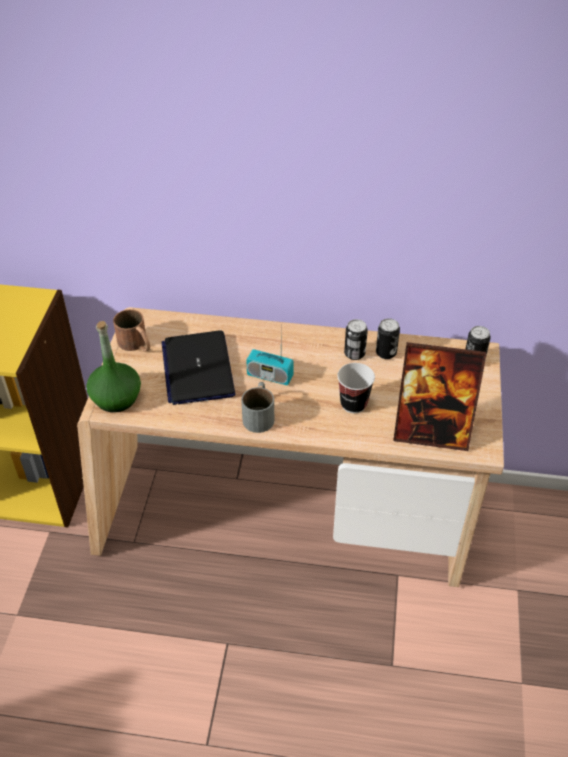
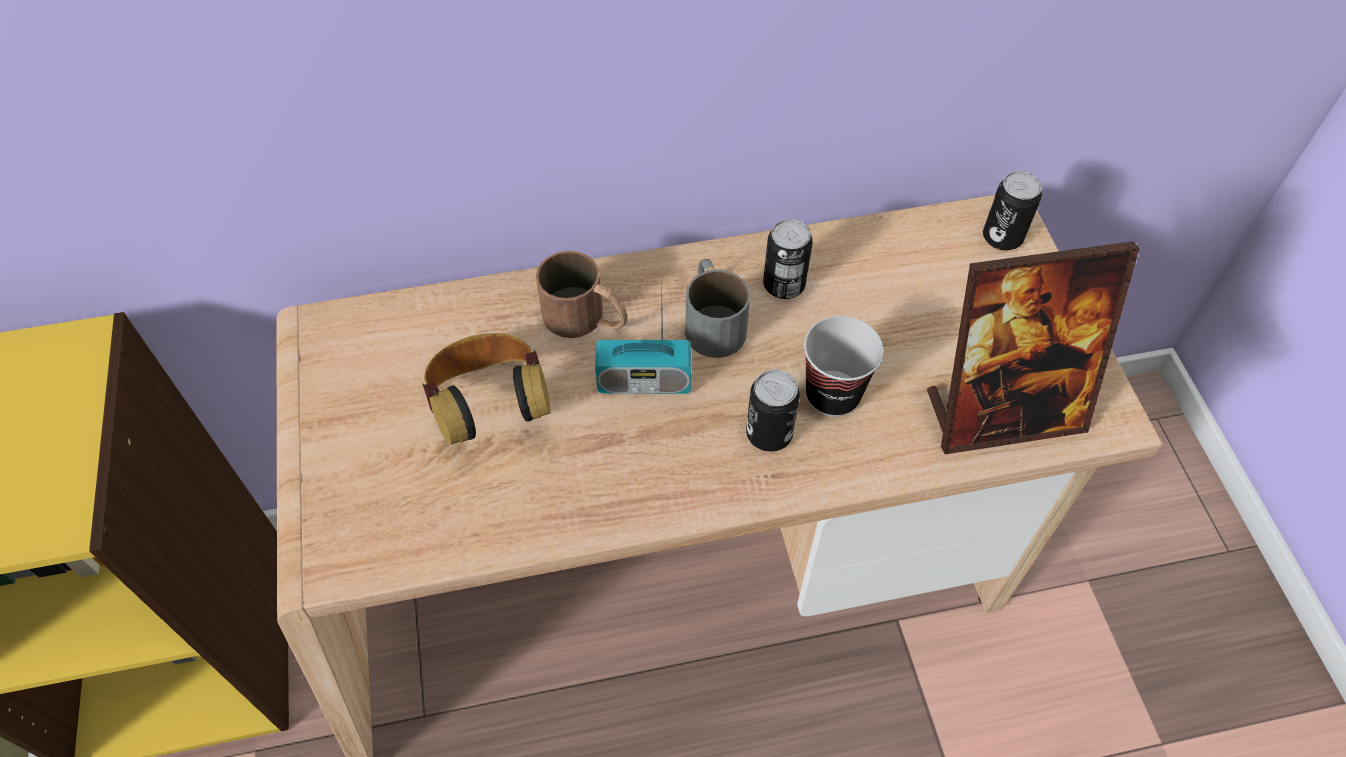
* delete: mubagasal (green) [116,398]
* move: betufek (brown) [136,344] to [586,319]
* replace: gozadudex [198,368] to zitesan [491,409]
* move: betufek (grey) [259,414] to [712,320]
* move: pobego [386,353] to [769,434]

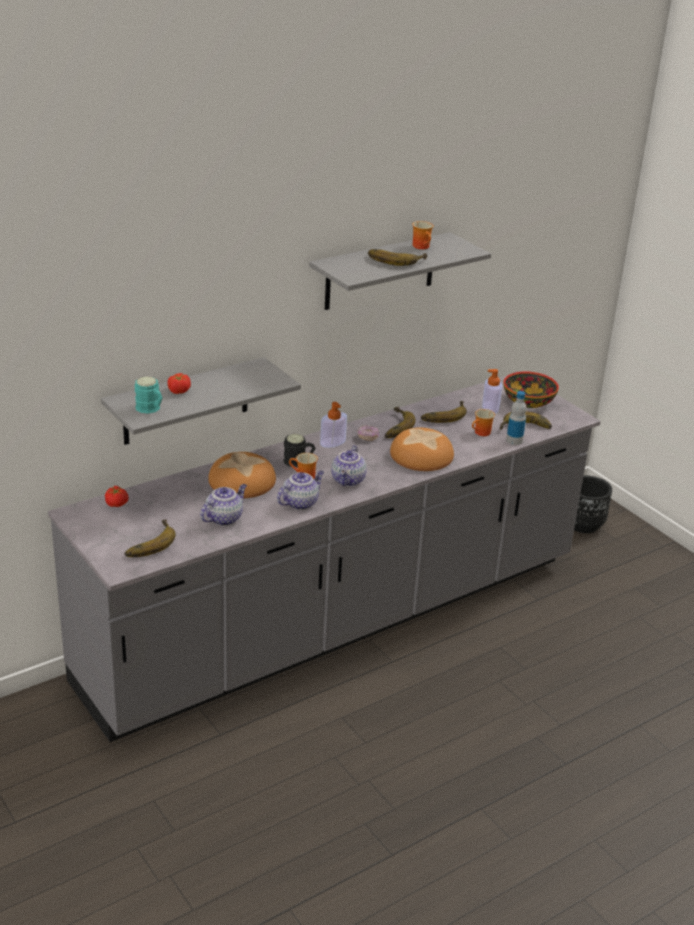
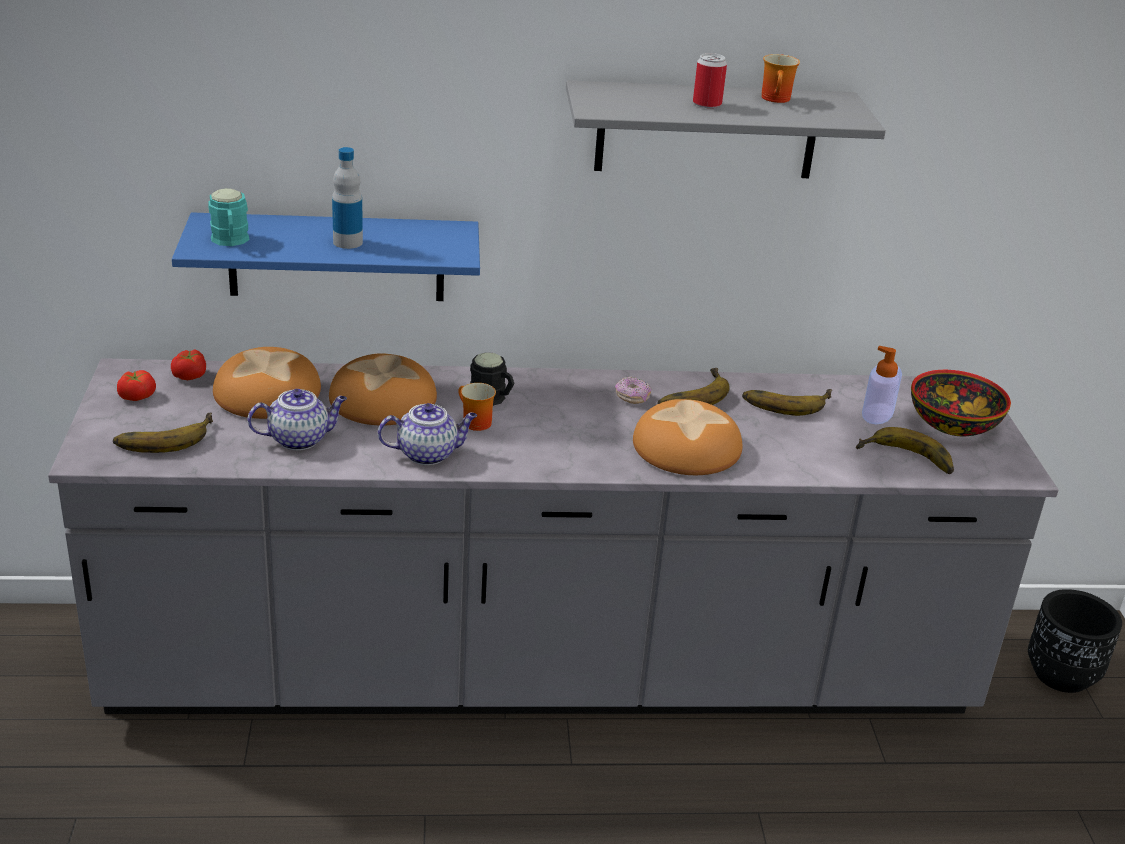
* recolor: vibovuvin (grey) [186,402] to vibovuvin (blue) [336,257]
* move: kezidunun [178,391] to [136,396]
* delete: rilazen [333,442]
* delete: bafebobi [349,481]
* replace: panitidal [396,259] to pobego [707,104]
* delete: betufek [482,433]
* move: mubagasal [514,440] to [348,242]
* insert: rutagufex [267,392]

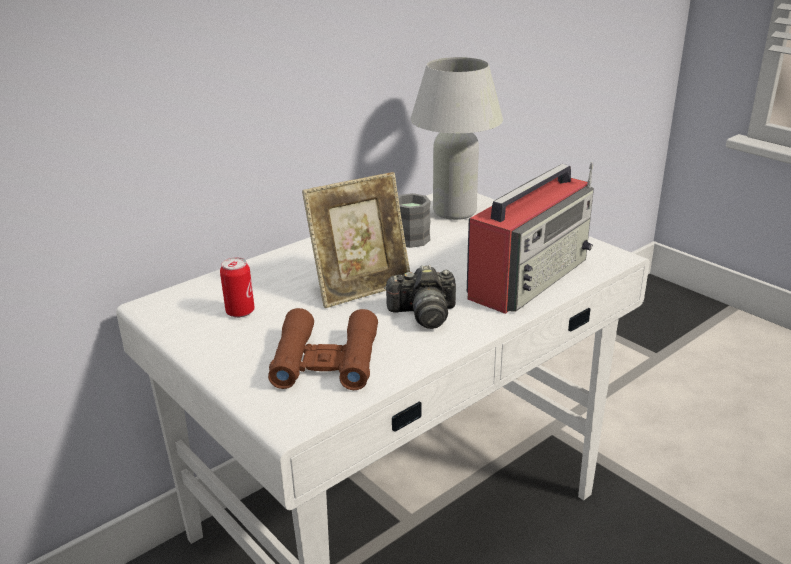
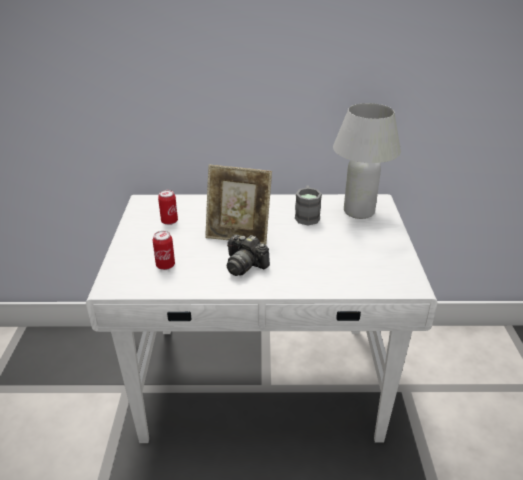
* replace: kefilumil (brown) [325,361] to pobego [165,265]
* delete: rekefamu [529,277]

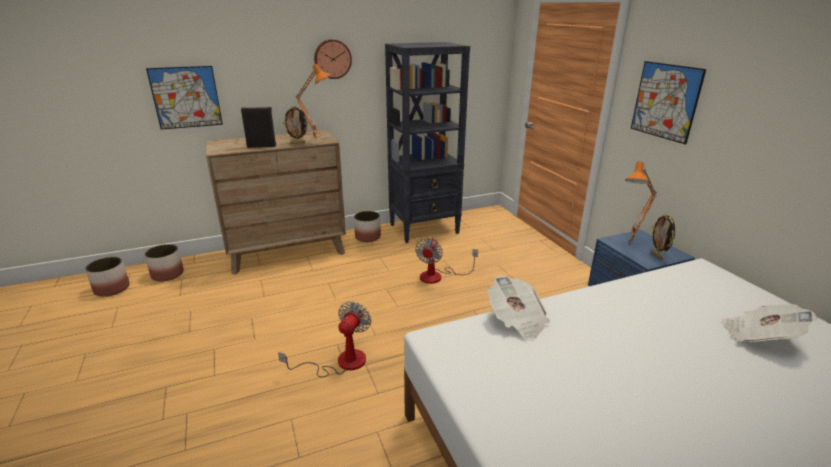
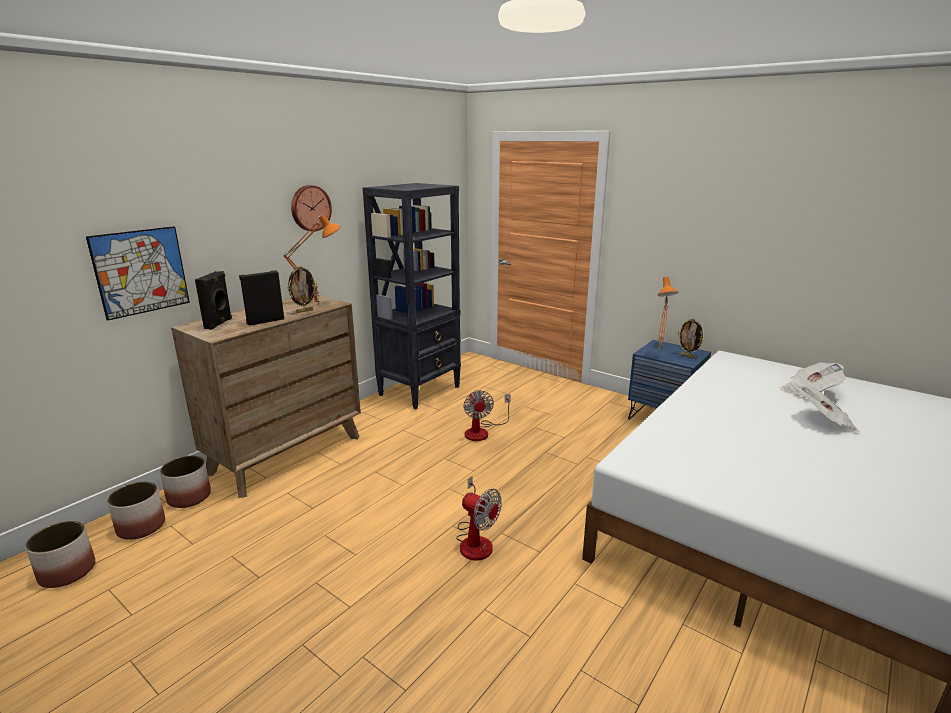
* rotate: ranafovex [340,362] = [475,540] 135 degrees clockwise
* move: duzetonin [368,237] to [190,497]
* move: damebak [517,321] to [826,422]
* delete: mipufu [665,101]
* insert: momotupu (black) [219,323]

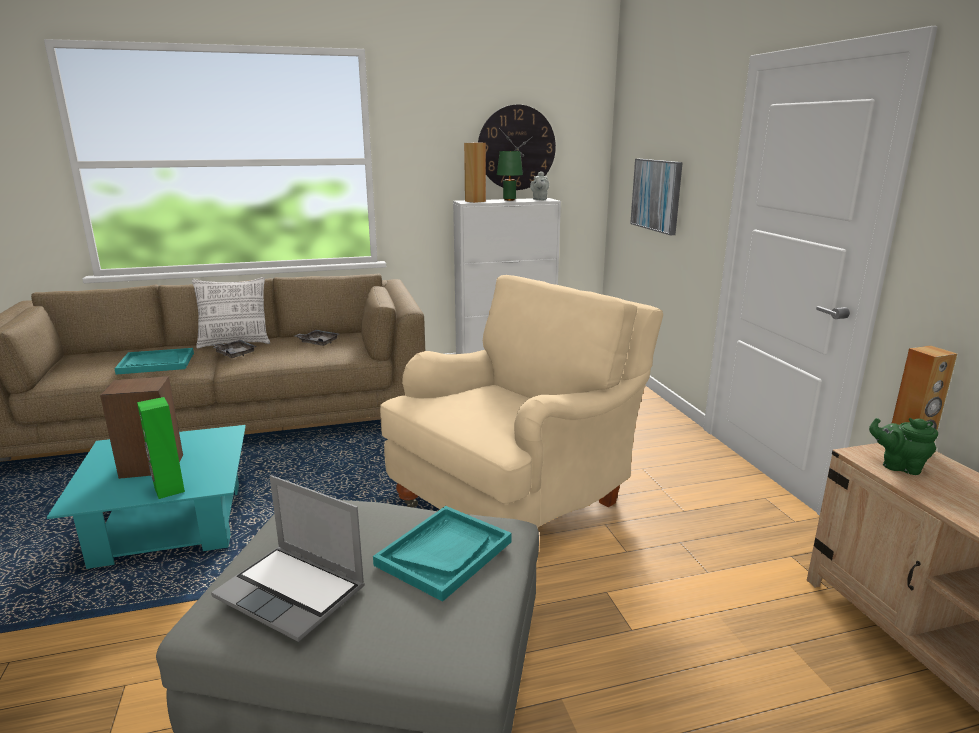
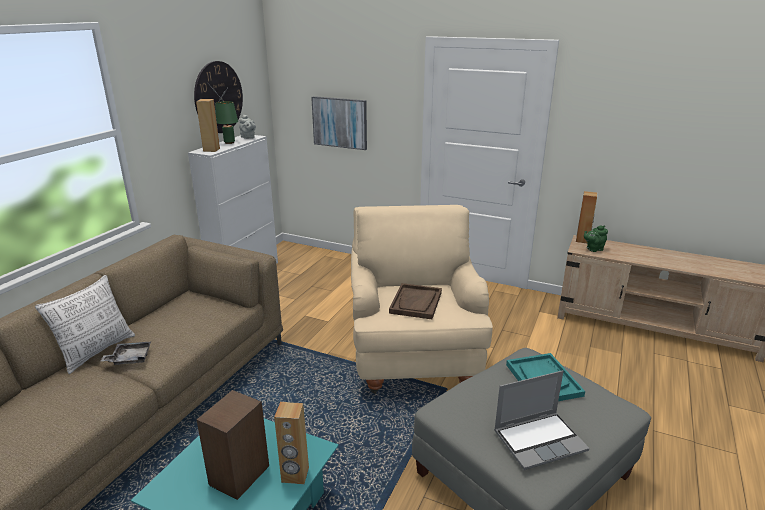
* delete: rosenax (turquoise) [156,363]
* recolor: momotupu (green) [168,489] to momotupu (brown) [295,475]
* delete: rosenax (grey) [318,342]
* insert: rosenax (brown) [416,302]

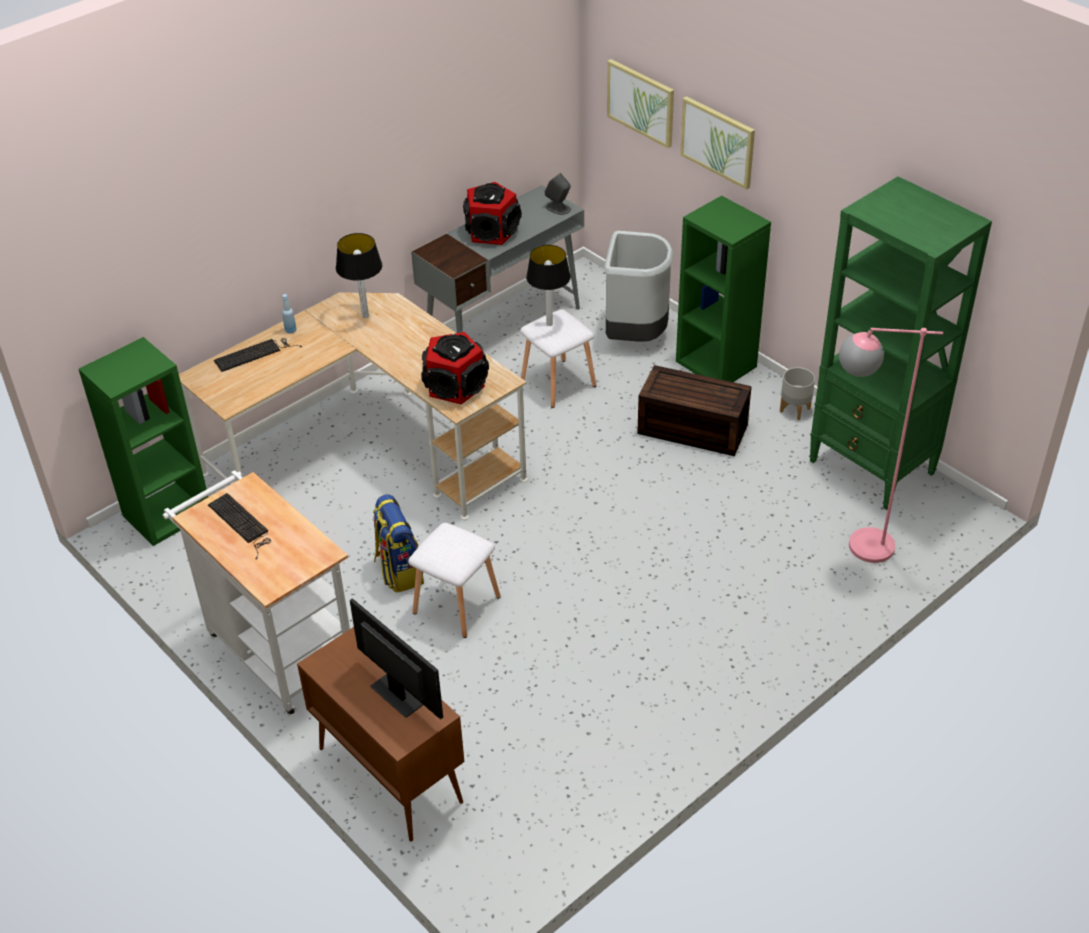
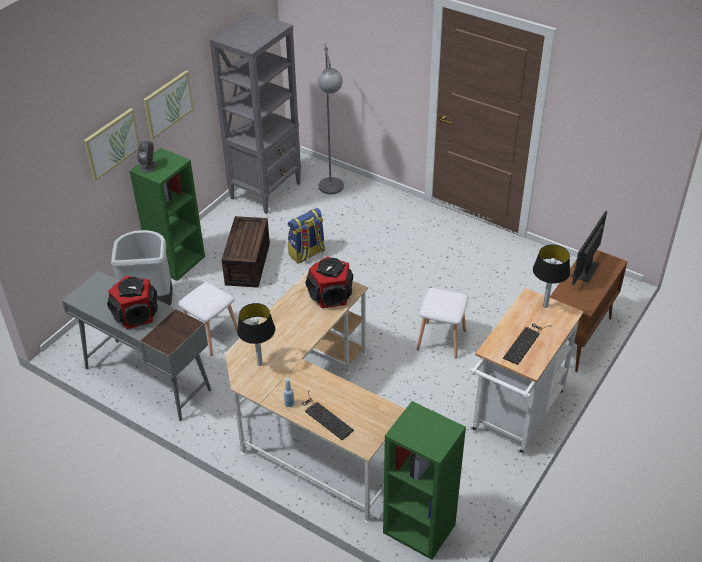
* move: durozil [399,571] to [307,254]
* move: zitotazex [549,323] to [545,306]
* move: momotupu (grey) [558,208] to [148,166]
* move: mipufu [641,102] to [167,104]
* delete: duzetonin (grey) [795,410]
* recolor: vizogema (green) [872,468] to vizogema (grey) [266,190]
* recolor: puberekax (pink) [854,545] to puberekax (grey) [332,192]

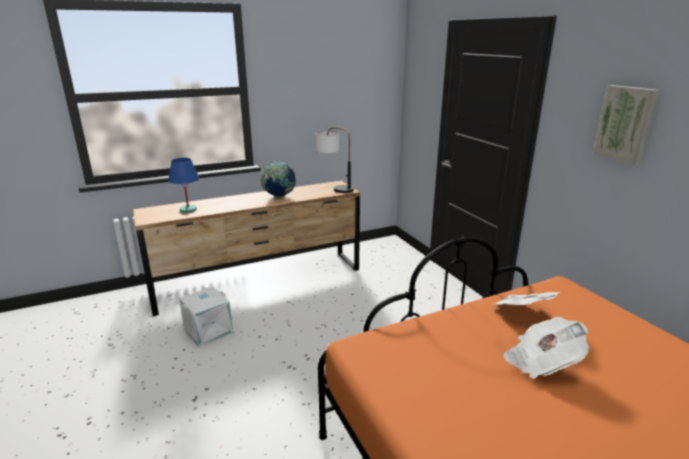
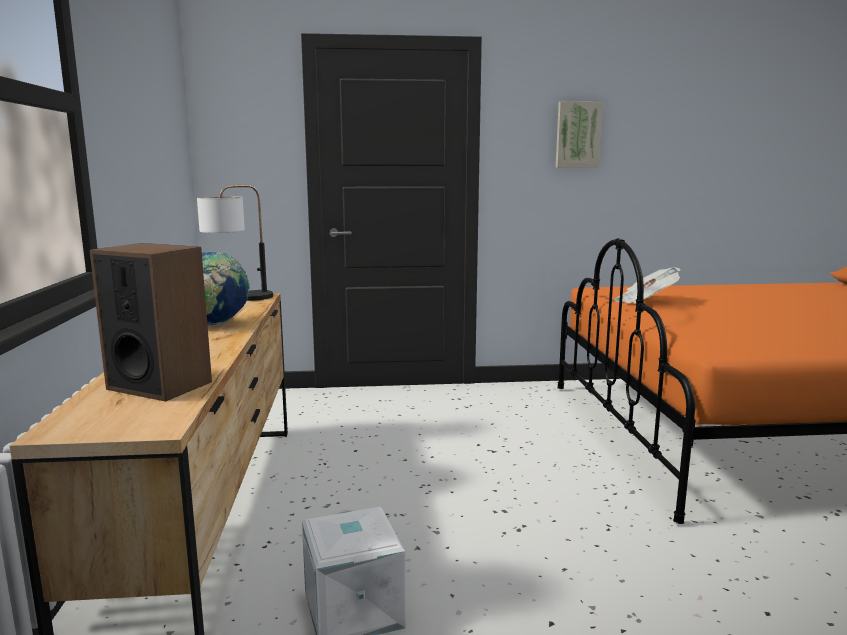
* replace: zitotazex (blue) [188,210] to momotupu [160,385]
* delete: damebak [541,362]

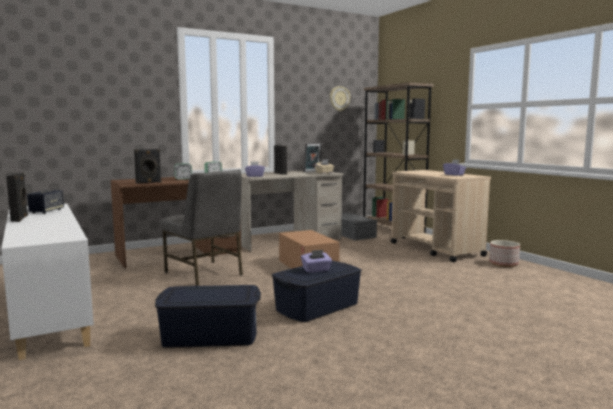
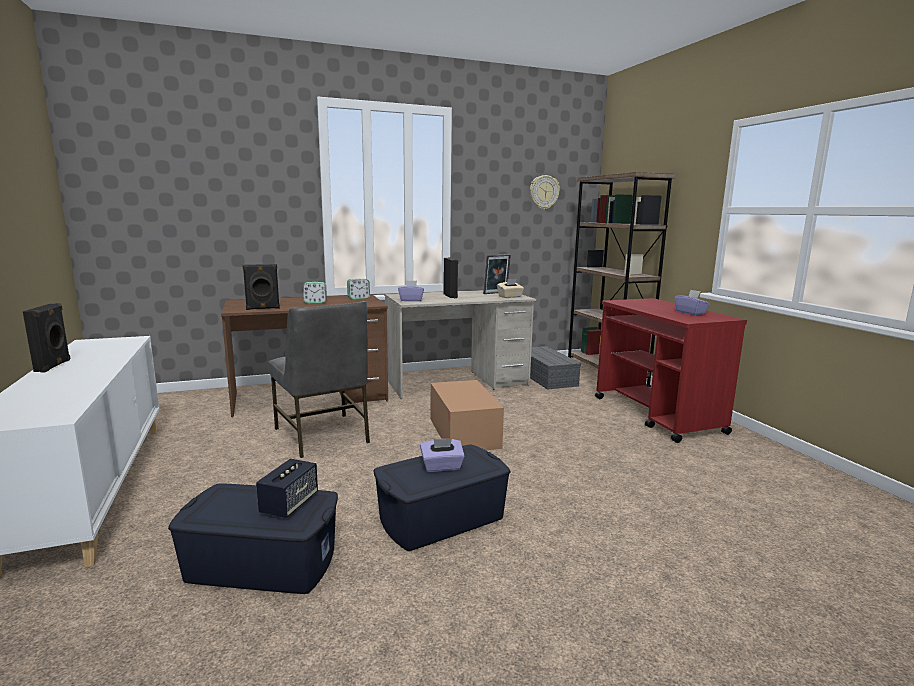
* move: momotupu [46,211] to [289,504]
* recolor: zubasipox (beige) [436,249] to zubasipox (red) [657,415]
* delete: duzetonin [503,264]

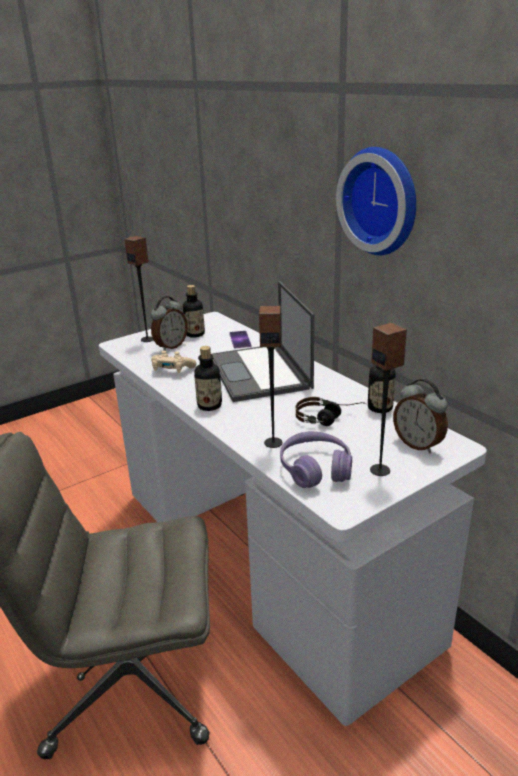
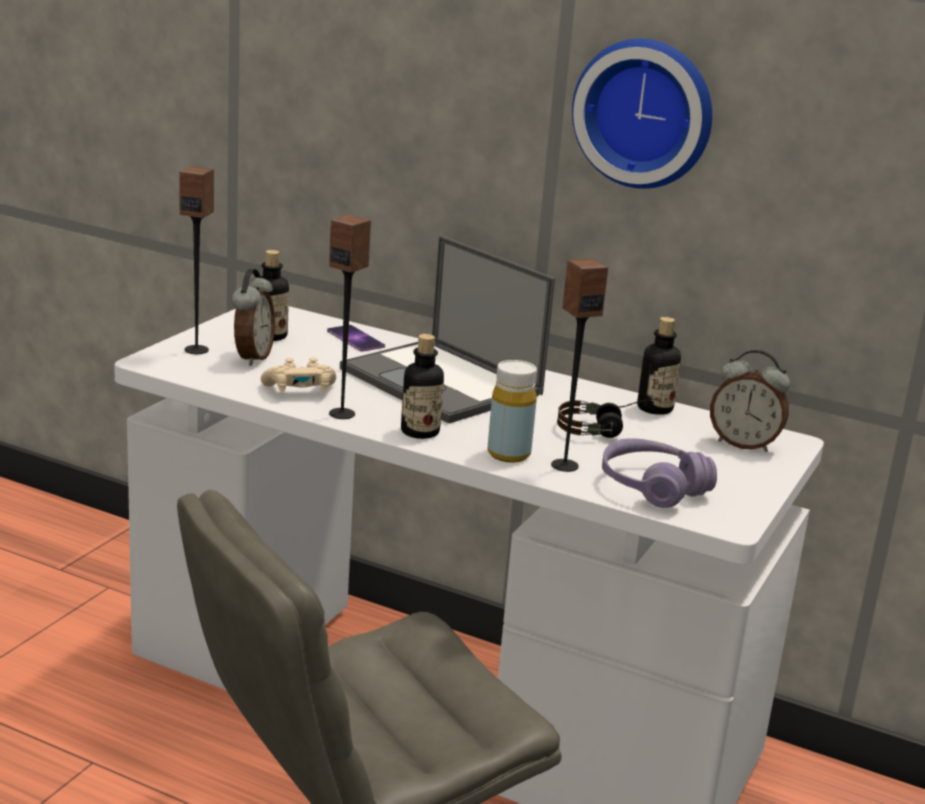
* move: momotupu [380,470] to [342,414]
* insert: mubagasal (yellow) [508,454]

